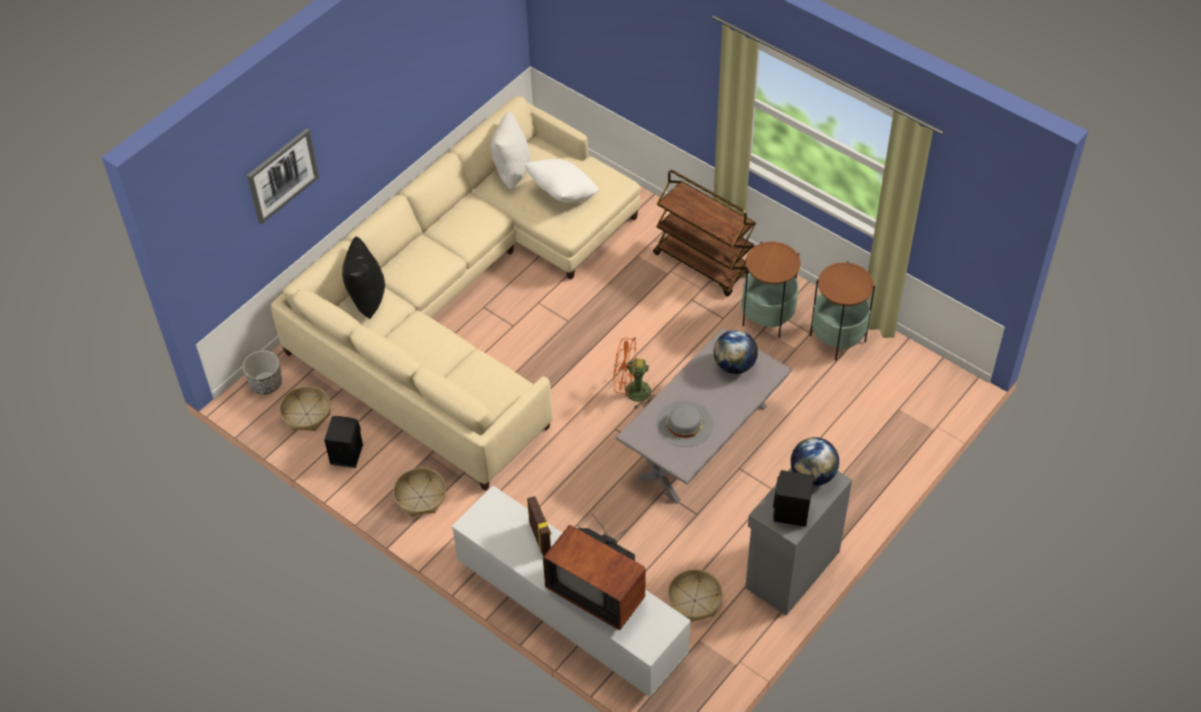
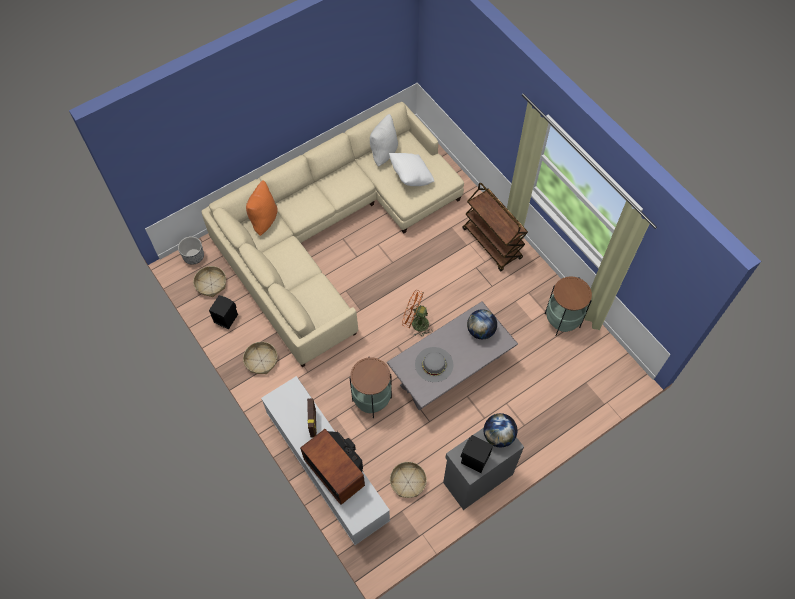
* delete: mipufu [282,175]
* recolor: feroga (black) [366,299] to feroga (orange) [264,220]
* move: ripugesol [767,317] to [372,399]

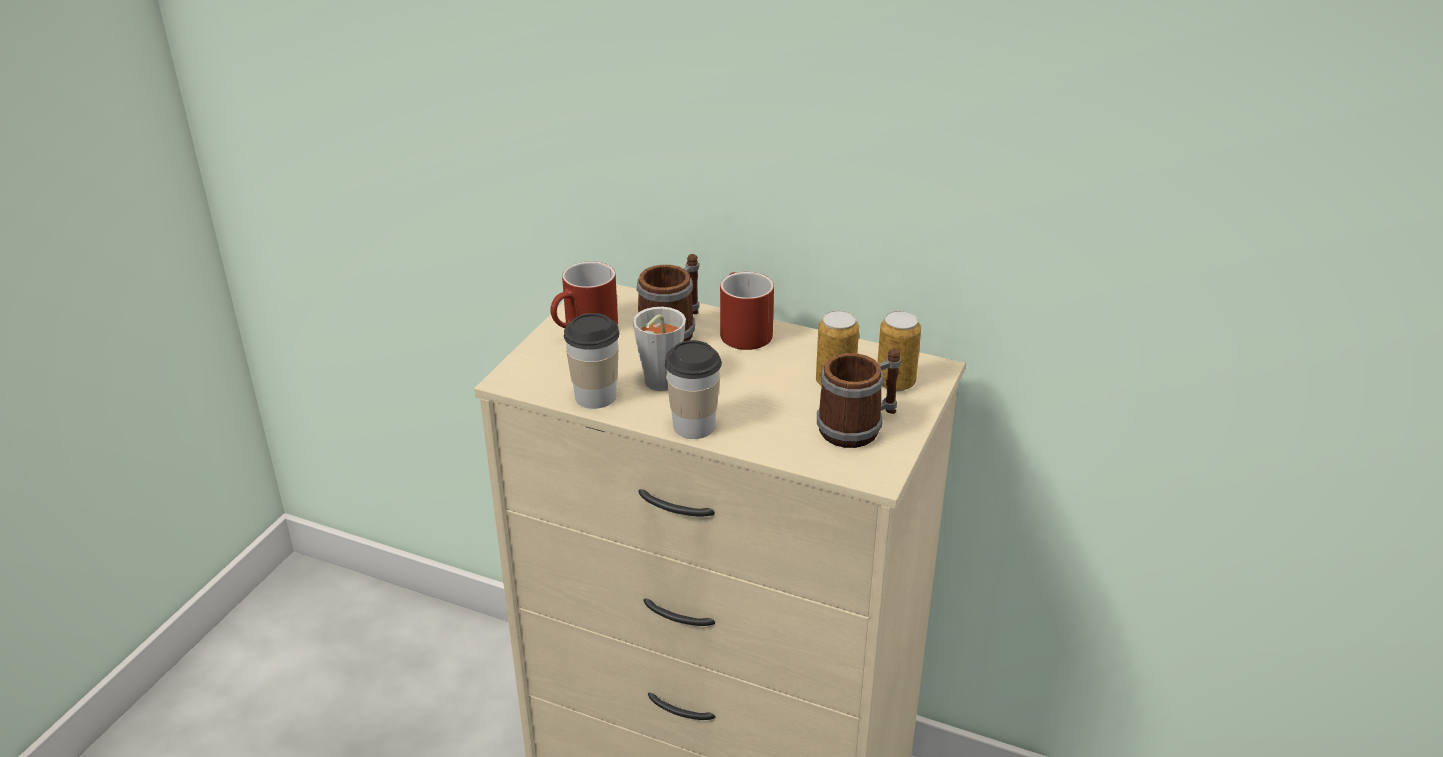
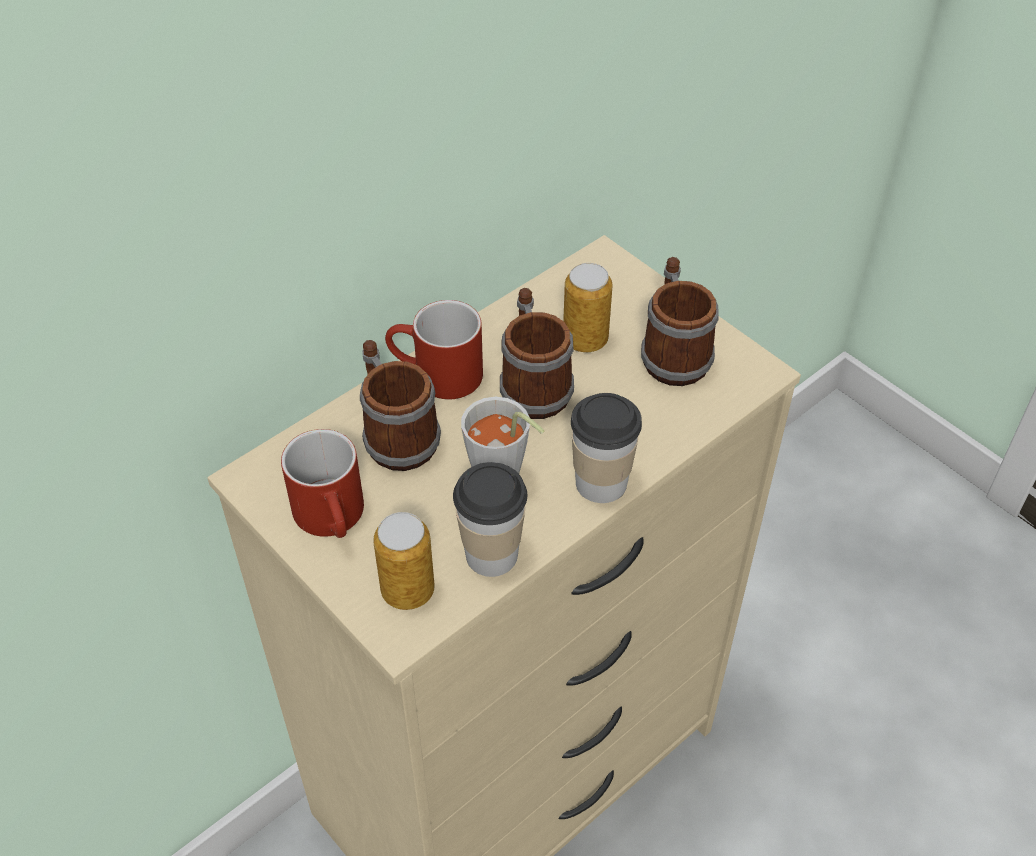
* move: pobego [895,383] to [408,590]
* insert: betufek [533,384]

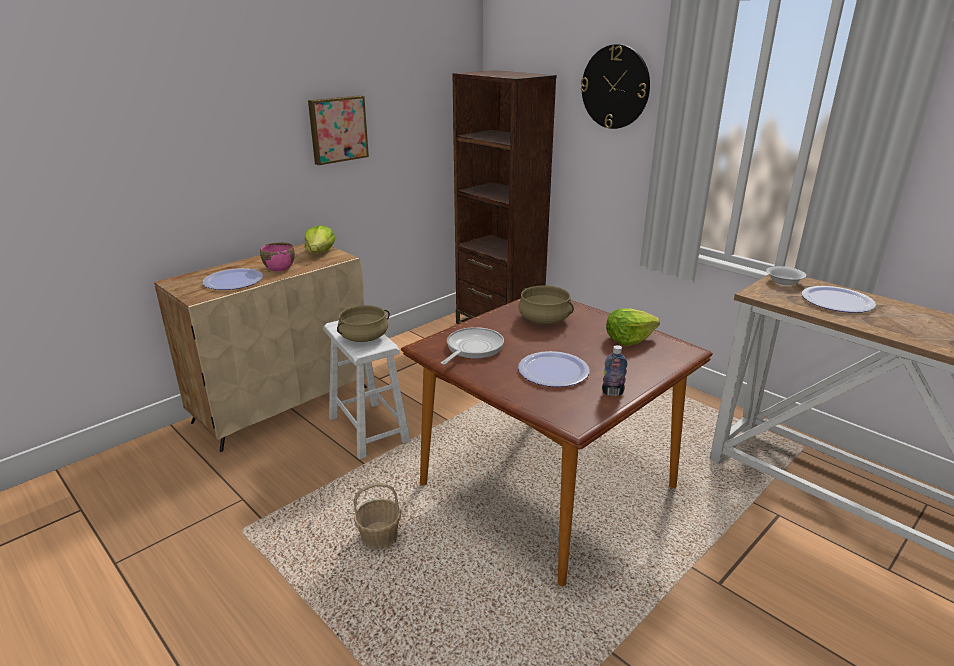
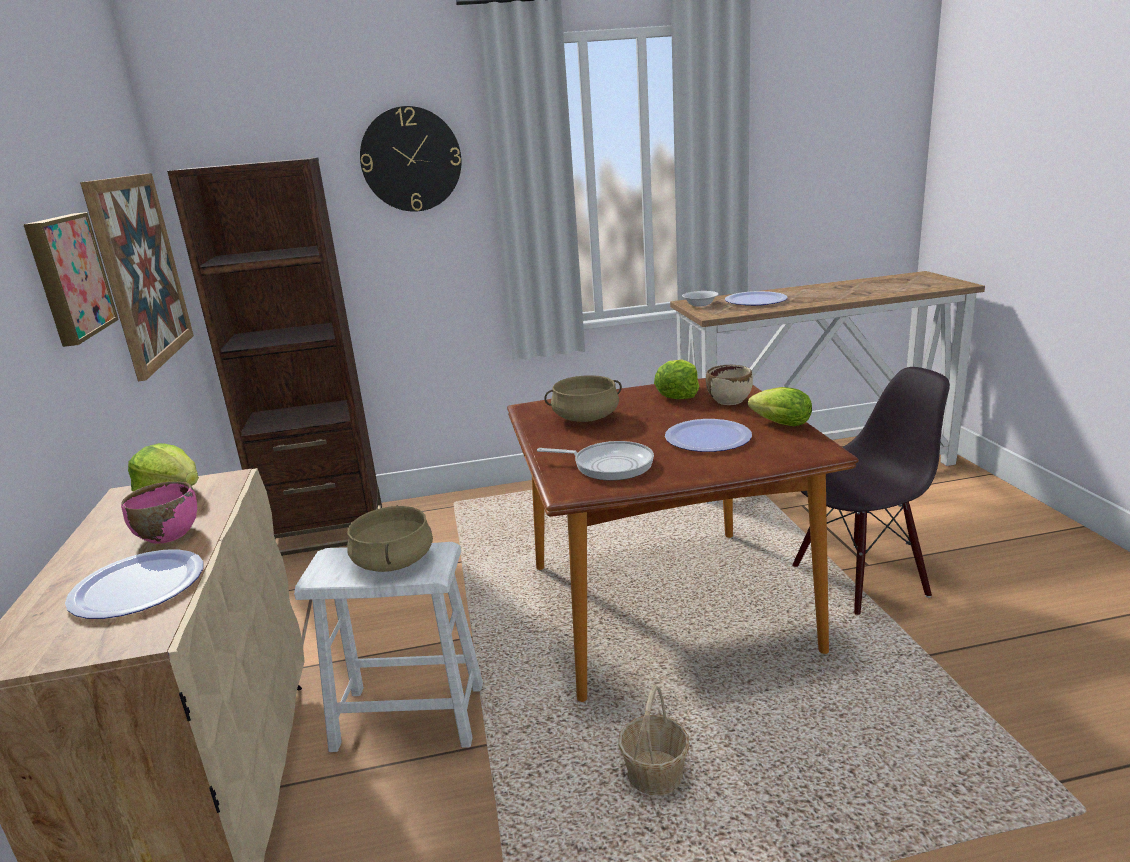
* rotate: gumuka [472,348] = [608,465] 135 degrees clockwise
* replace: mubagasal [612,393] to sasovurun [778,424]
* insert: mipufu [141,270]
* insert: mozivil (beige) [729,400]
* insert: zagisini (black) [858,579]

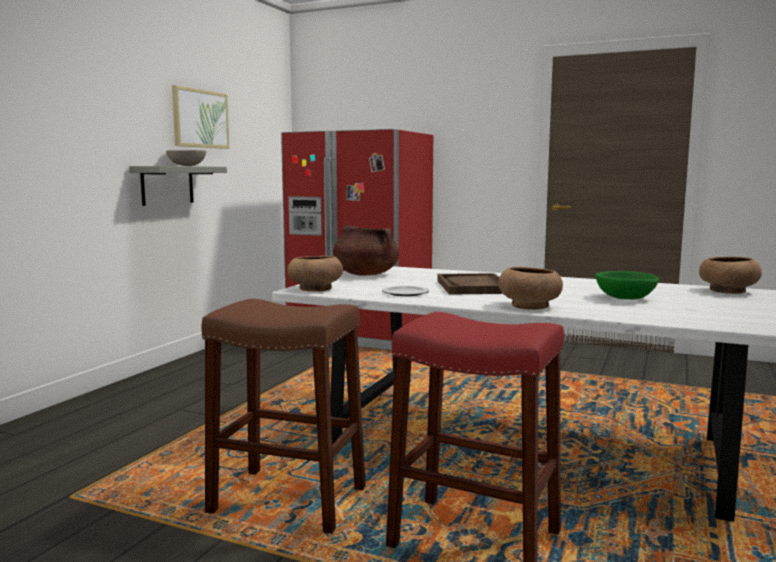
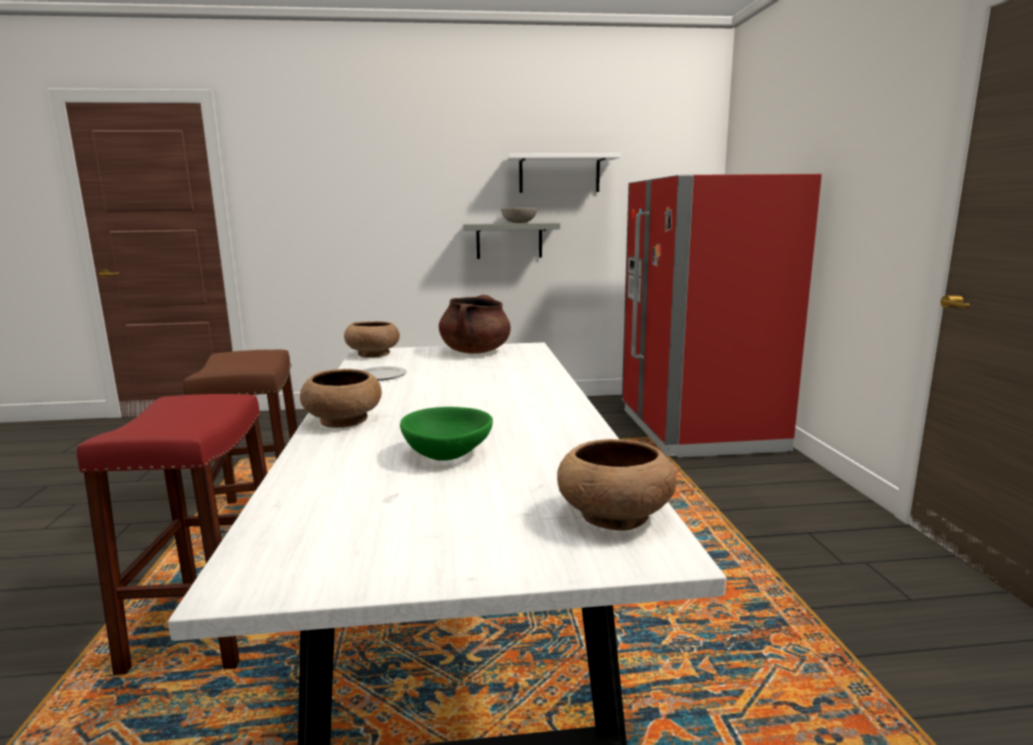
* replace: mipufu [200,119] to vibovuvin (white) [559,174]
* delete: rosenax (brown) [473,287]

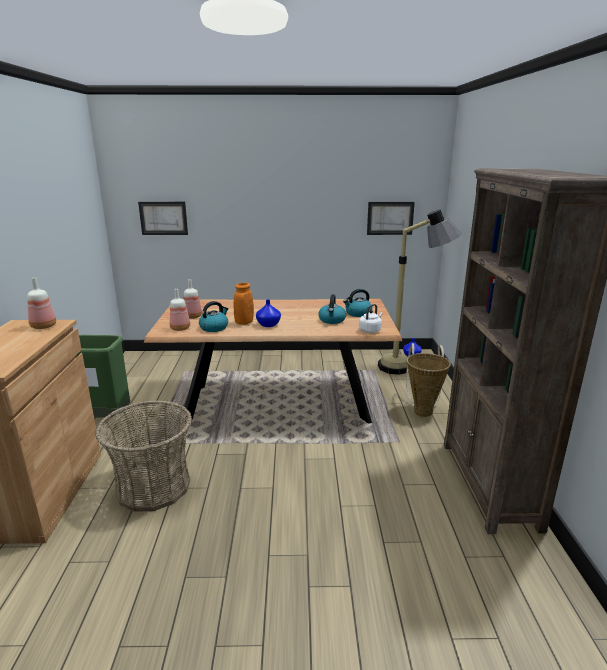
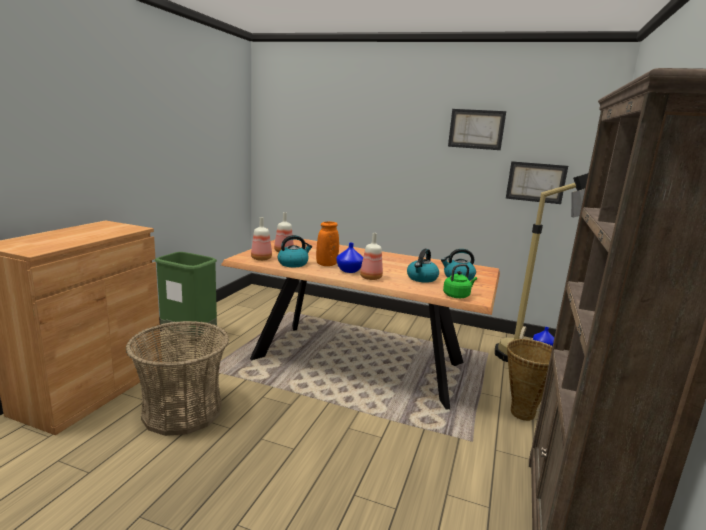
* move: mubagasal [42,326] to [370,278]
* move: mipufu [163,218] to [476,129]
* recolor: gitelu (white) [370,330] to gitelu (green) [457,295]

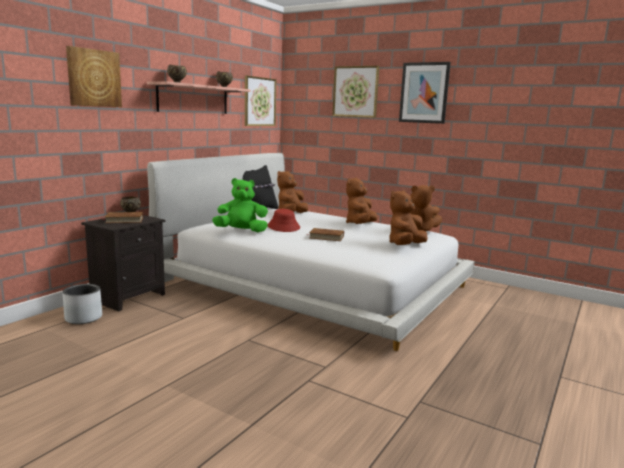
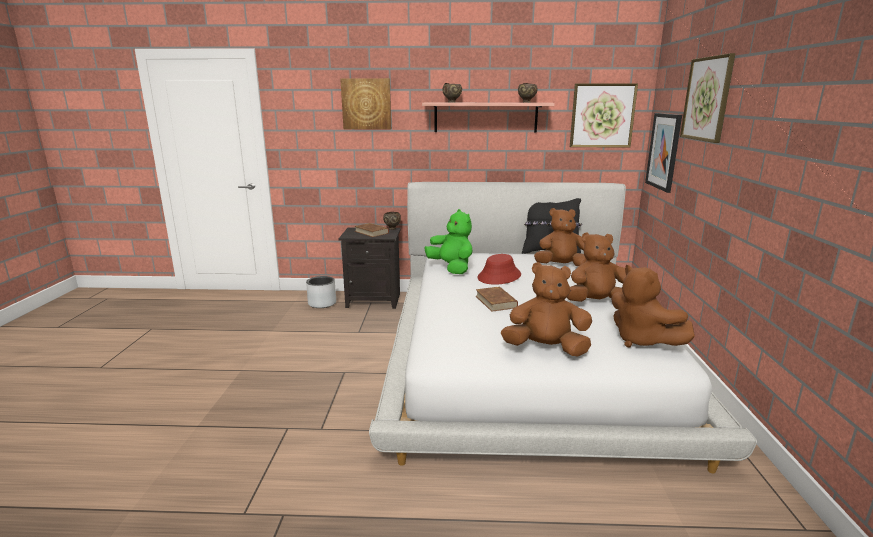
* move: mipufu [424,93] to [664,151]

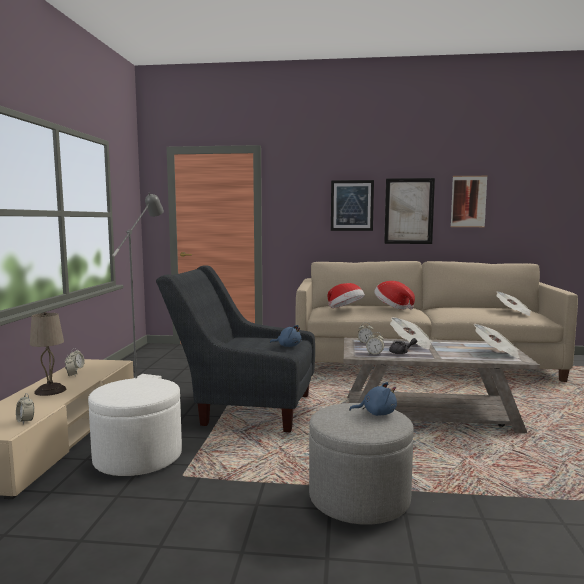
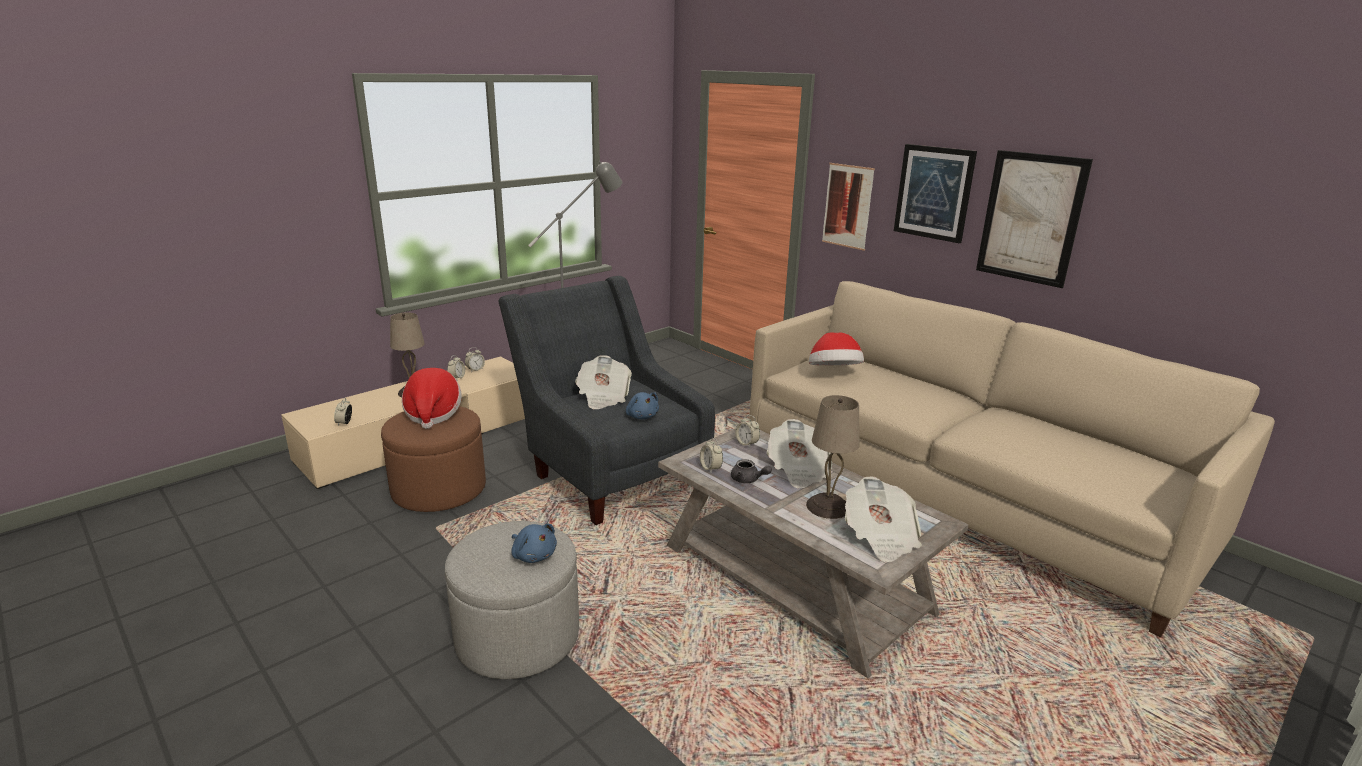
* recolor: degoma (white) [138,457] to degoma (brown) [439,489]
* move: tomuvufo [392,307] to [433,414]
* move: mipufu [468,201] to [847,206]
* move: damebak [513,313] to [603,397]
* insert: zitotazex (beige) [827,506]

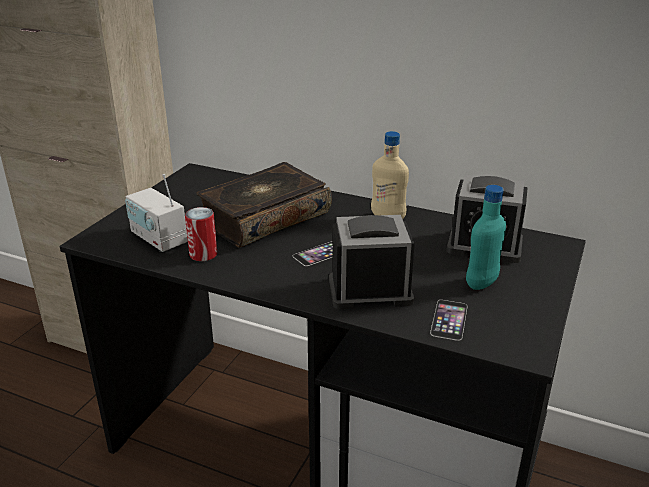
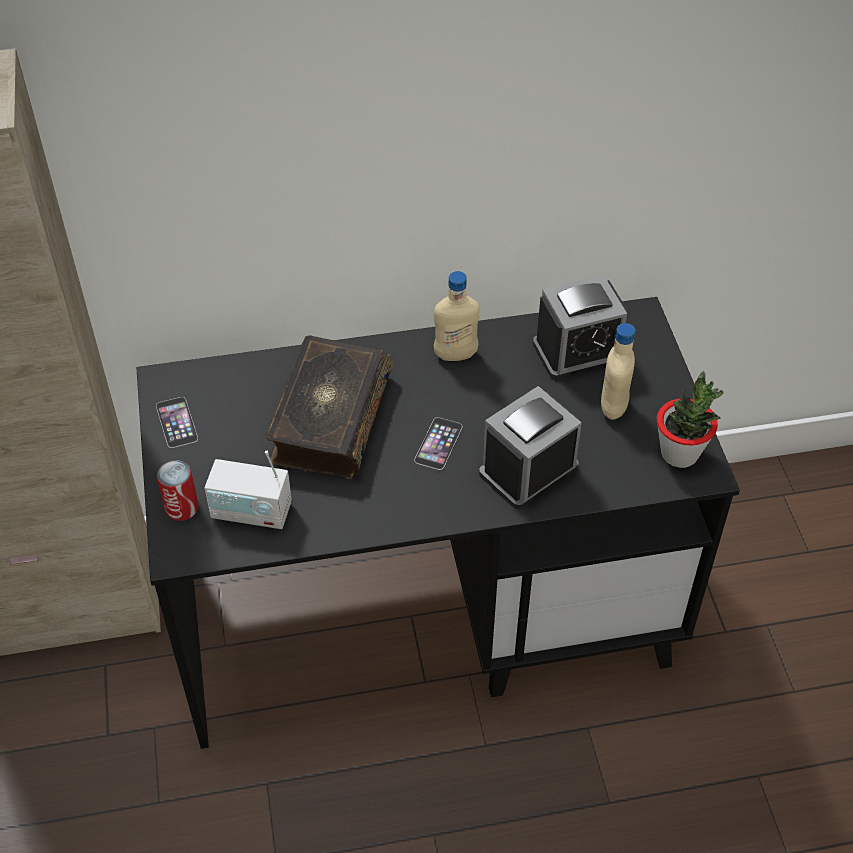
* move: pobego [203,254] to [182,508]
* move: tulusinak [449,319] to [176,422]
* recolor: mubagasal (turquoise) [481,283] to mubagasal (beige) [613,407]
* insert: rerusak [680,454]

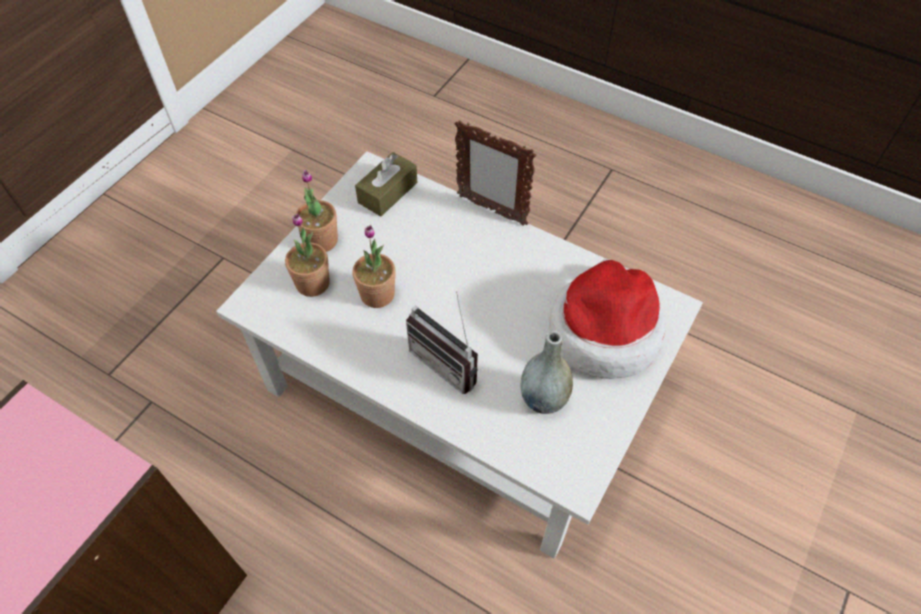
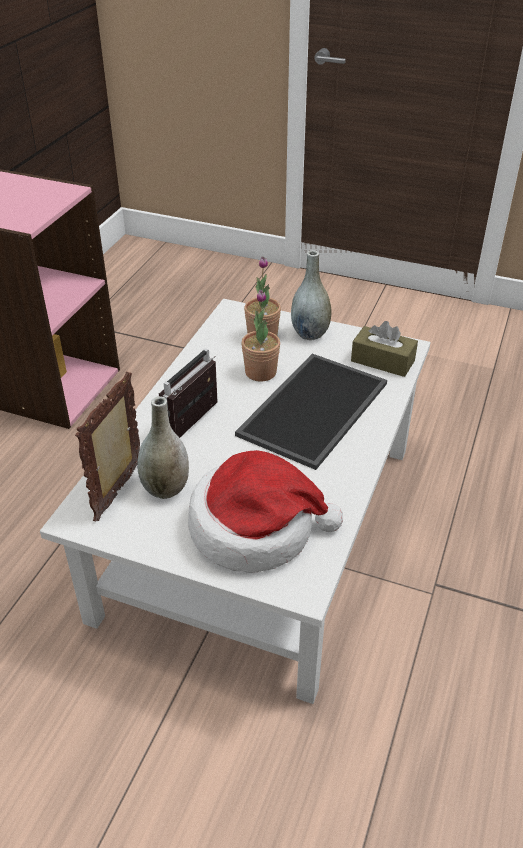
* replace: rerusak [321,240] to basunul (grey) [310,334]
* move: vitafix [491,210] to [120,490]
* insert: rosenax [312,407]

